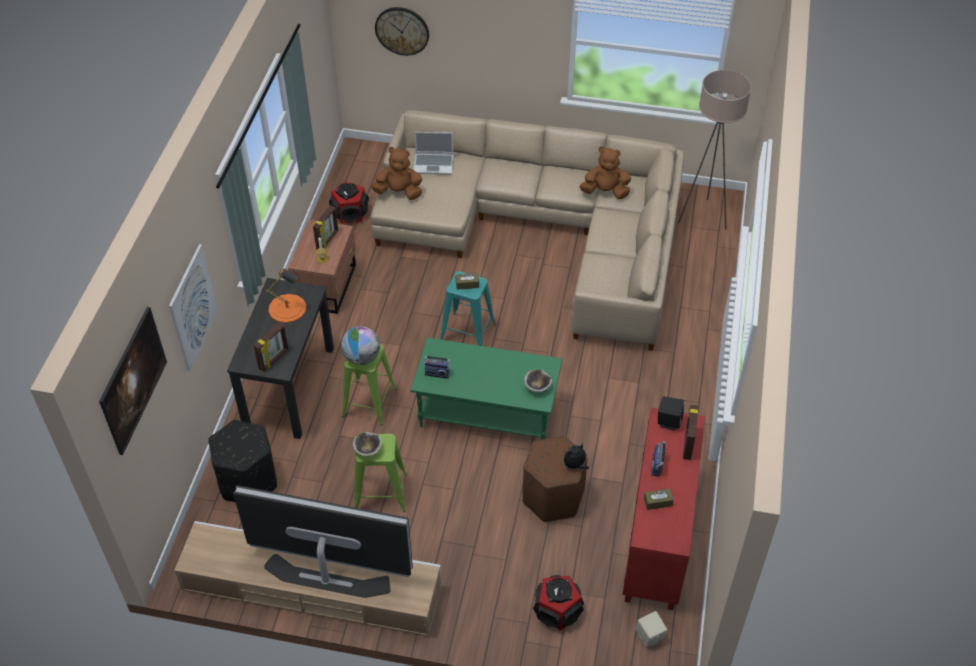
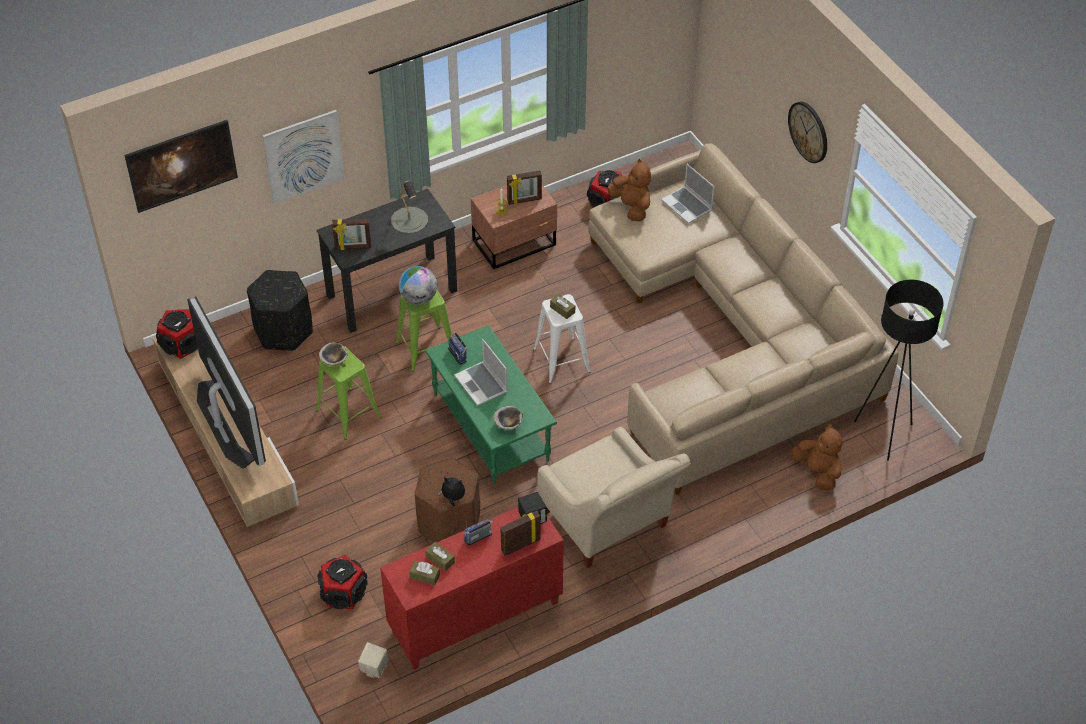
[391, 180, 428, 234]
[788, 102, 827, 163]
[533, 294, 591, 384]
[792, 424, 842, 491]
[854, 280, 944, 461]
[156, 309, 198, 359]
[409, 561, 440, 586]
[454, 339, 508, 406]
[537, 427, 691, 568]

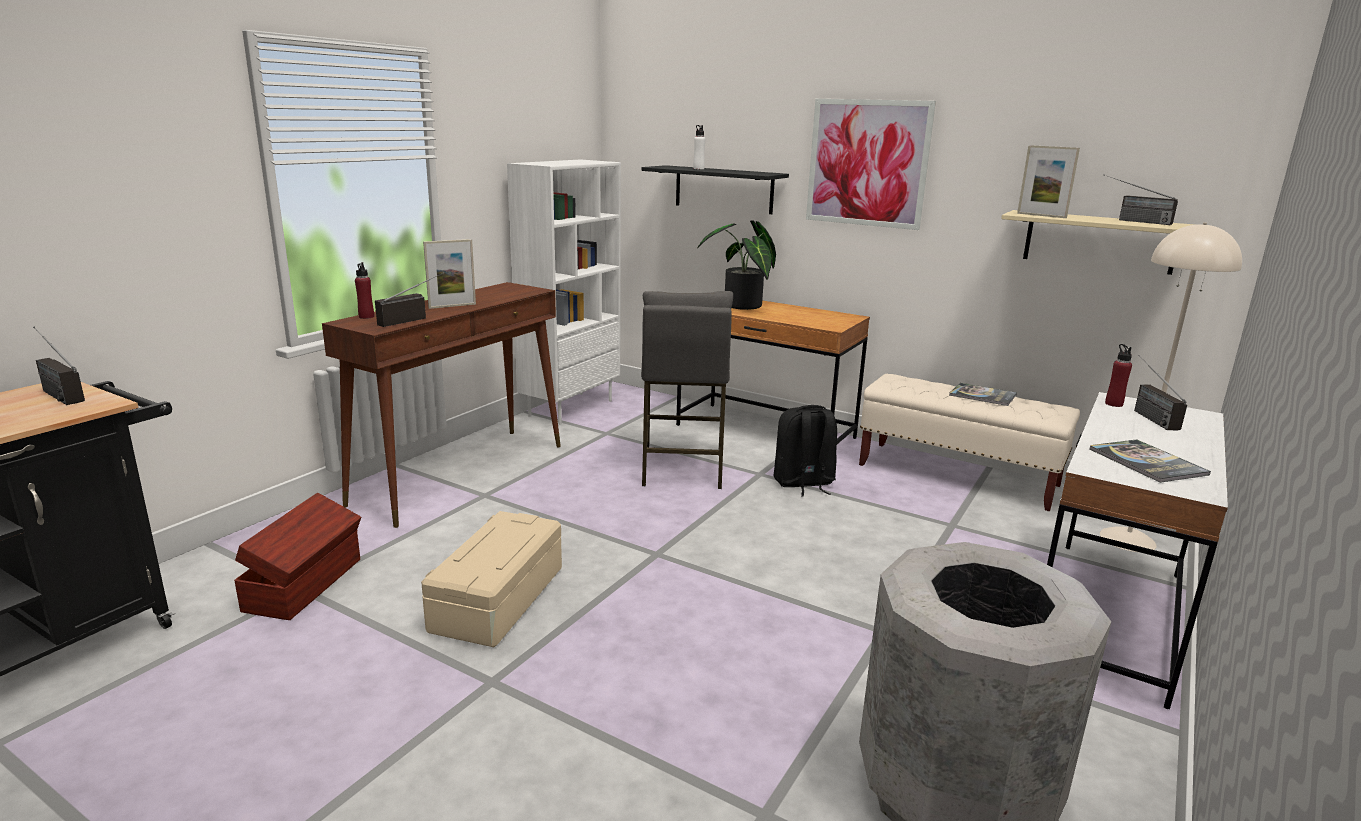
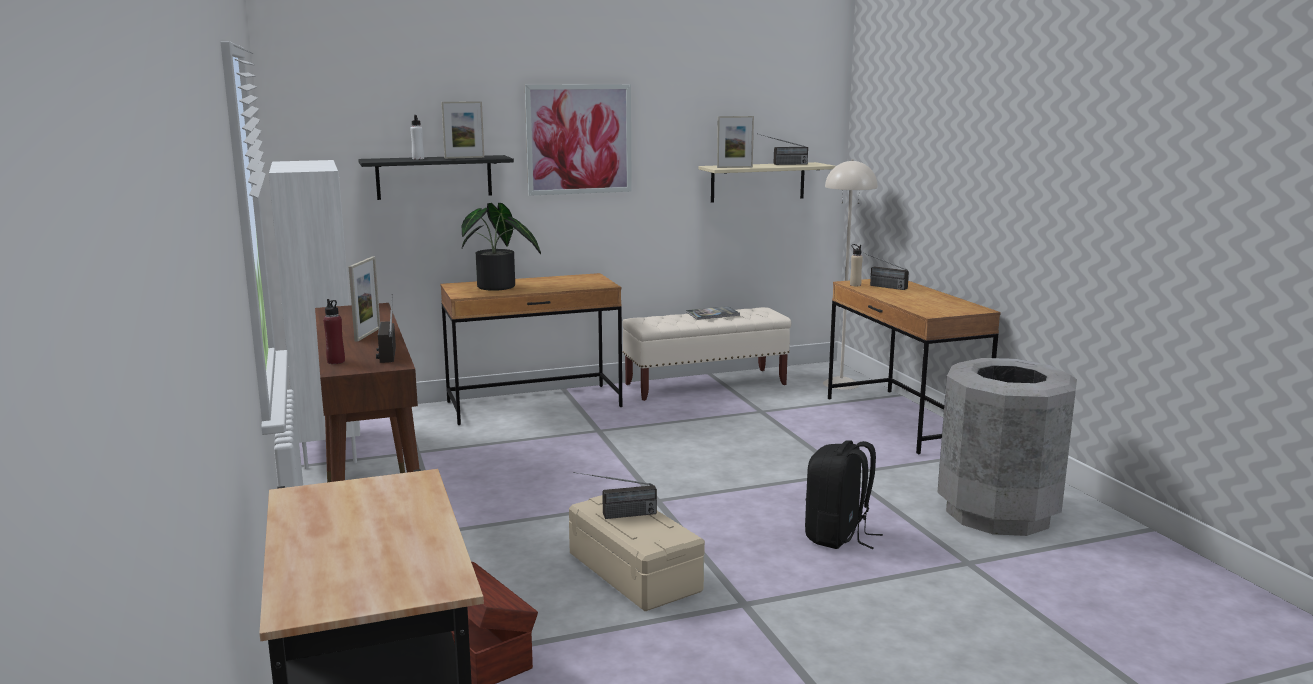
[573, 472, 657, 519]
[641, 291, 733, 489] (first image)
[805, 441, 883, 549]
[828, 279, 1001, 454]
[1090, 439, 1211, 483] (first image)
[850, 244, 863, 286]
[441, 101, 484, 159]

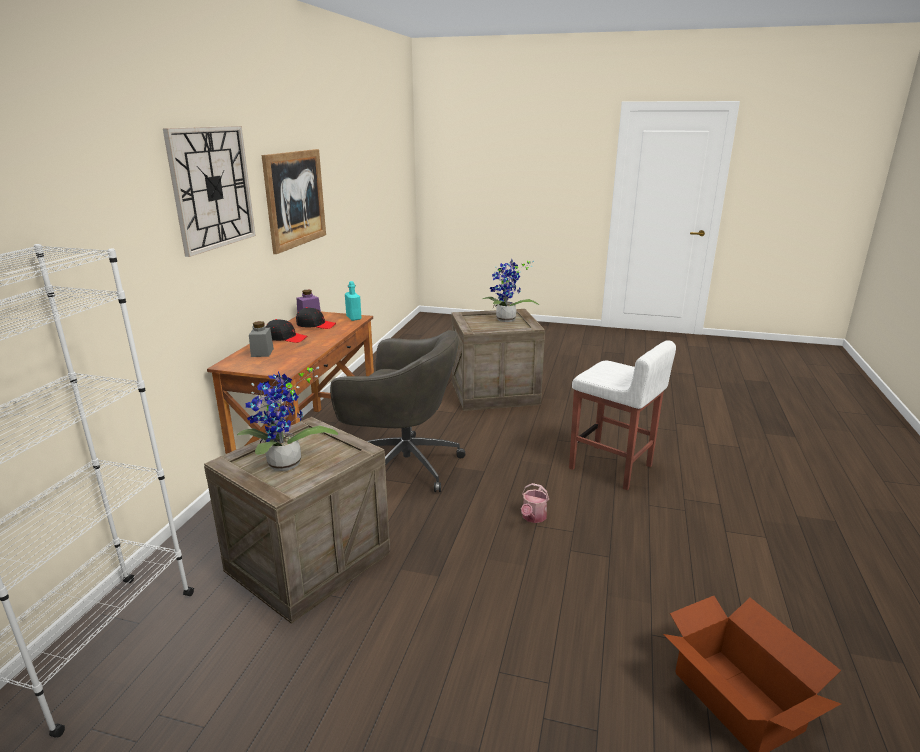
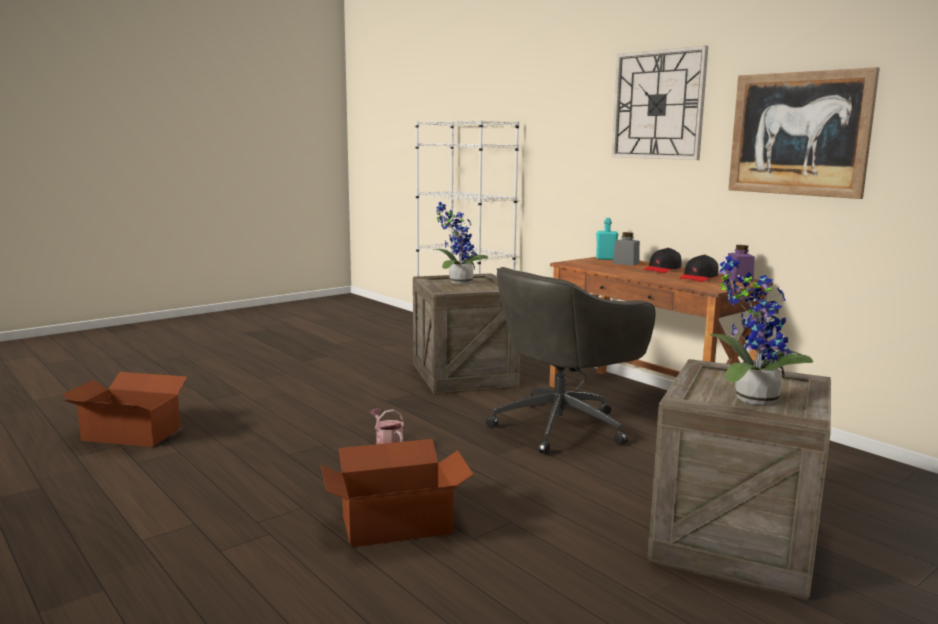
[596, 218, 618, 260]
[321, 439, 474, 547]

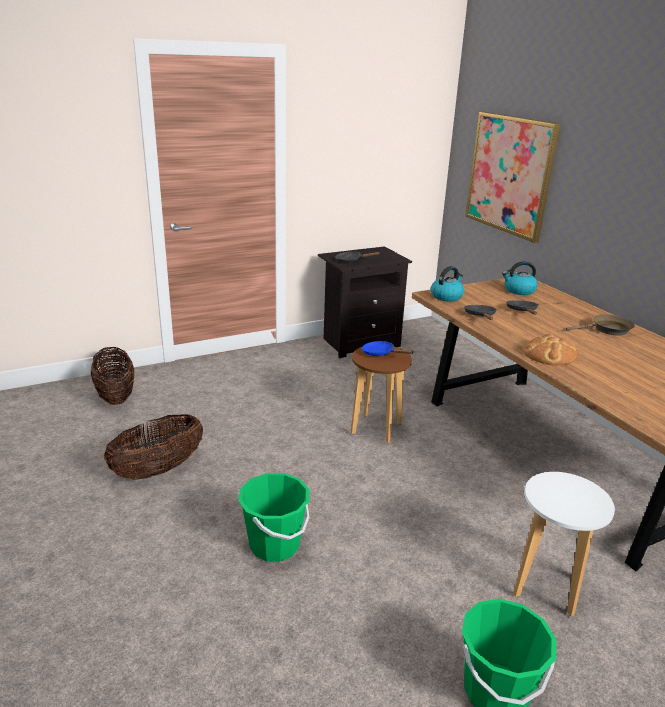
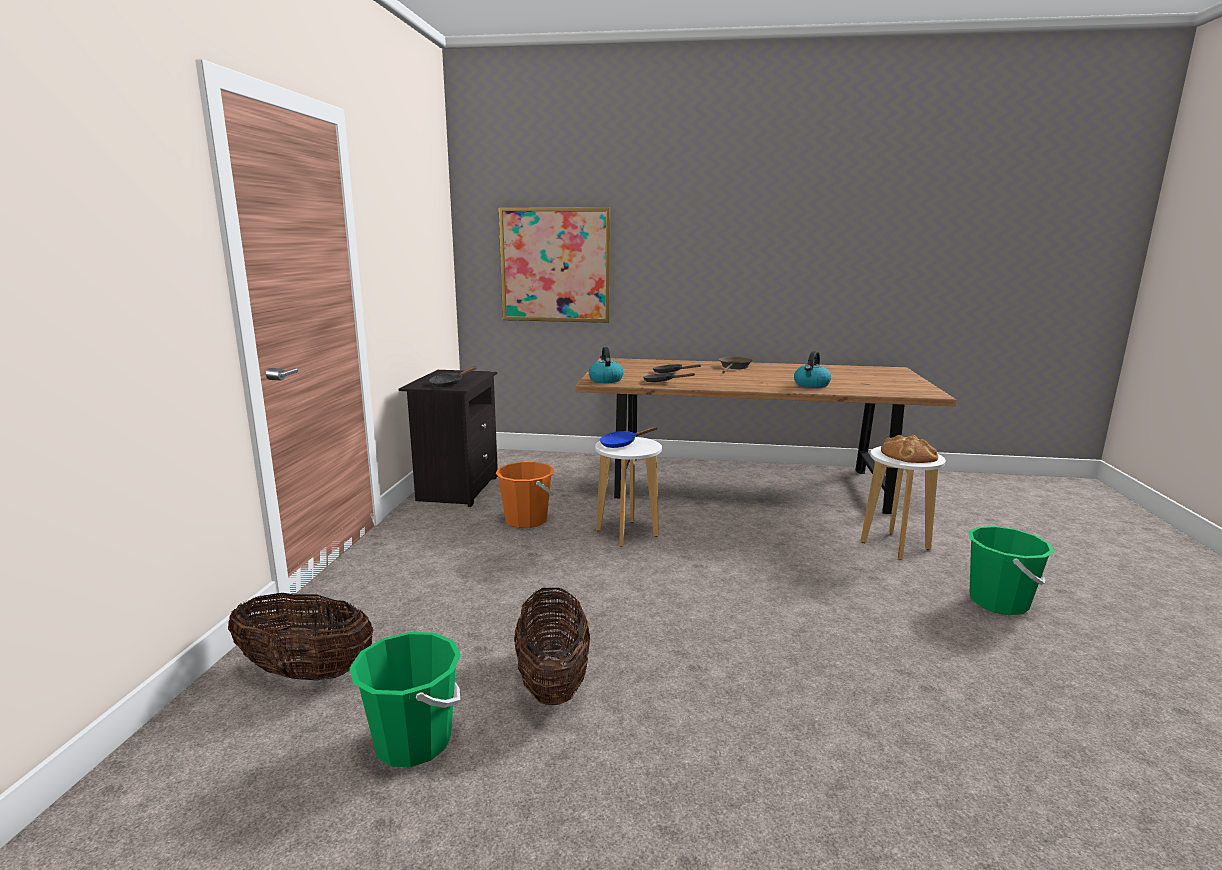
[349, 632, 461, 767]
[595, 437, 662, 547]
[794, 351, 831, 388]
[881, 435, 938, 463]
[495, 462, 554, 528]

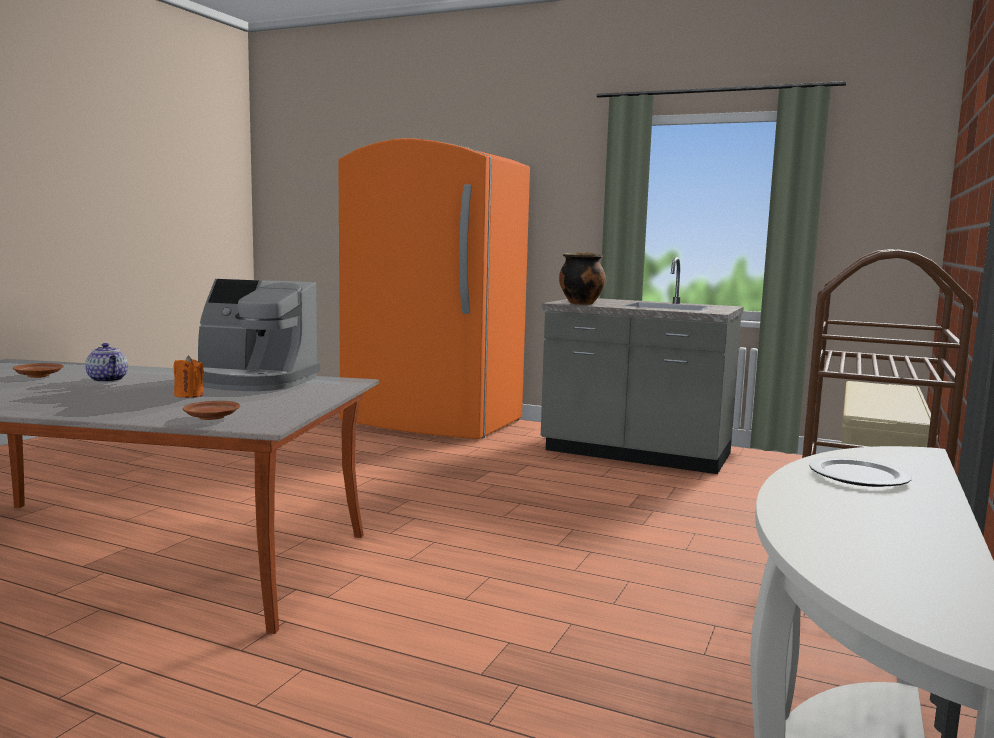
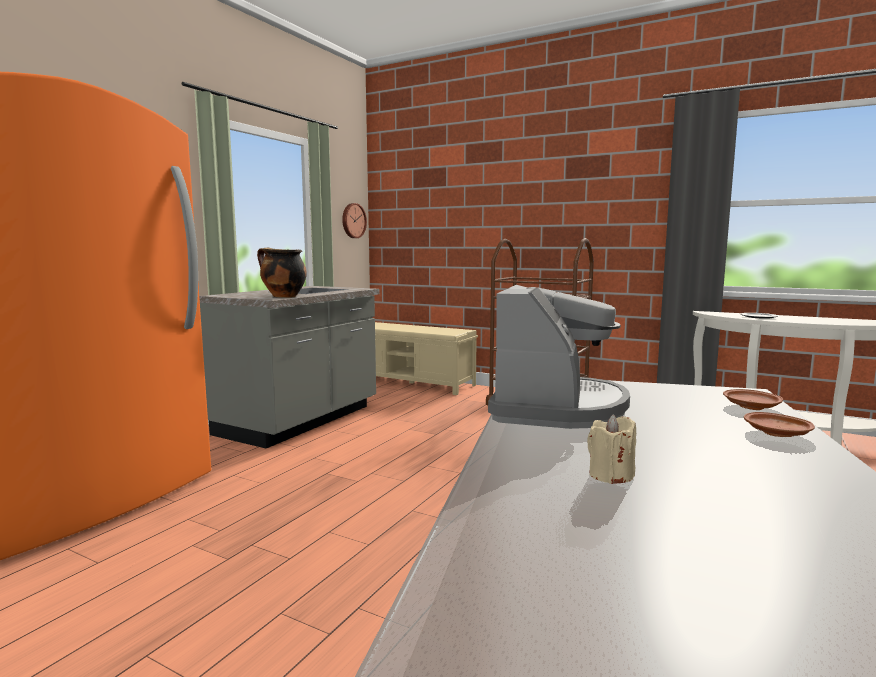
[744, 412, 815, 437]
[587, 414, 636, 484]
[173, 356, 204, 398] (first image)
[342, 203, 367, 238]

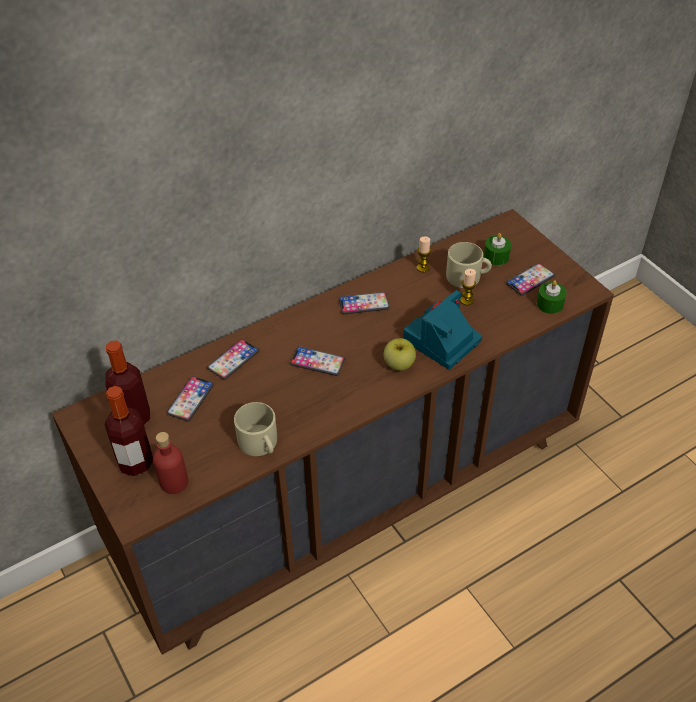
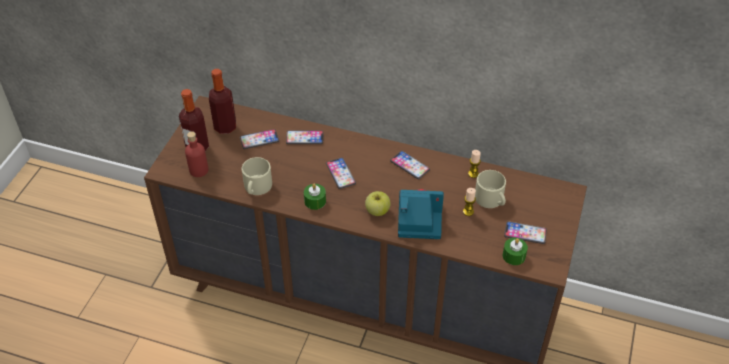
[304, 183, 326, 210]

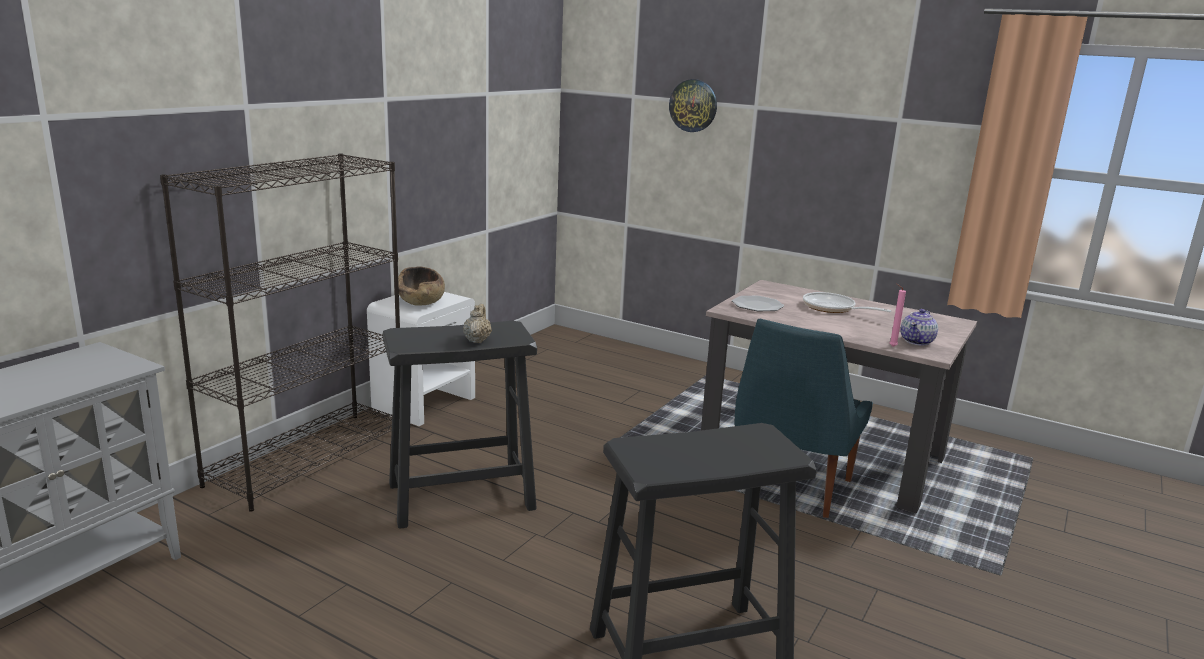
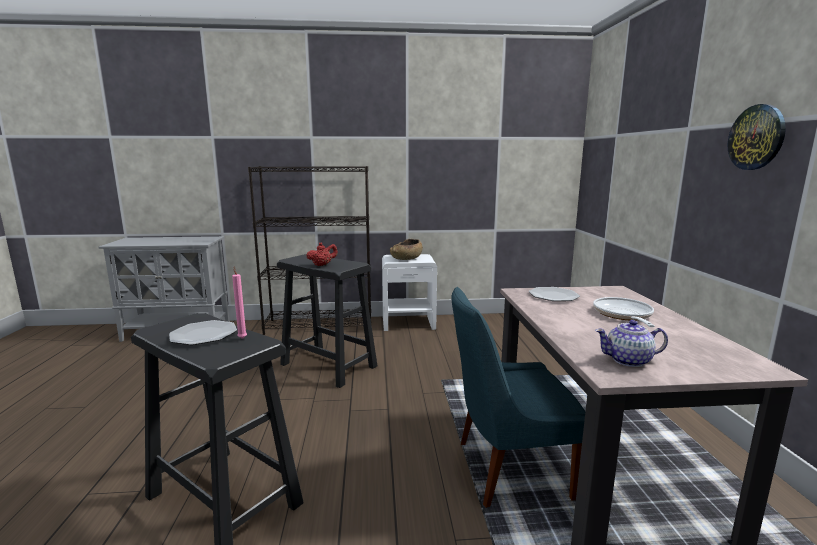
[306, 242, 338, 266]
[727, 104, 786, 170]
[232, 266, 247, 339]
[169, 320, 237, 345]

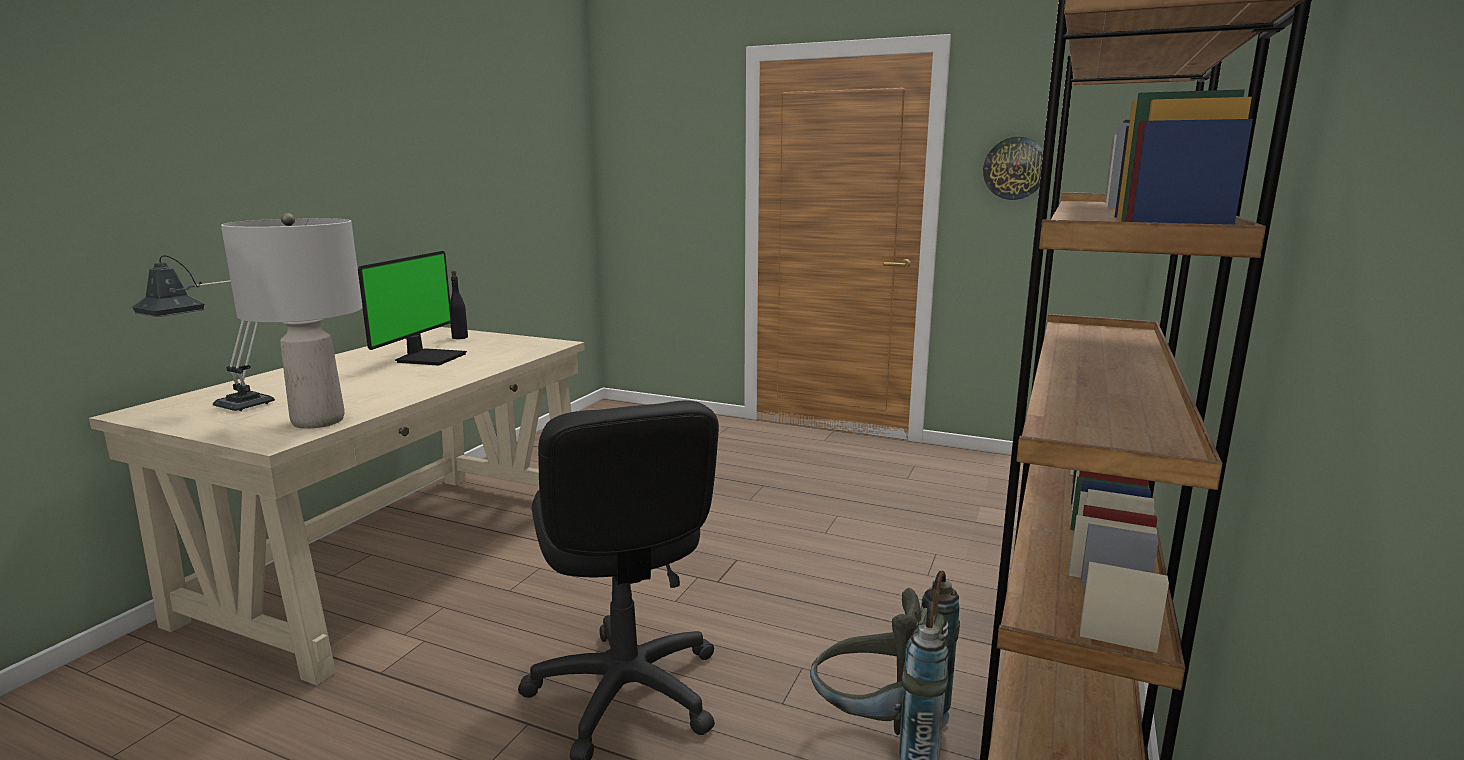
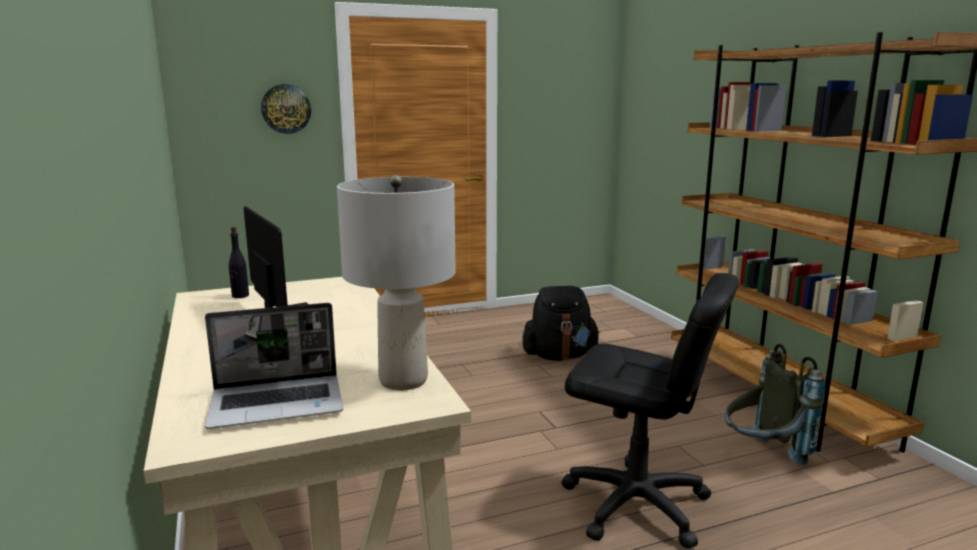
[205, 303, 343, 429]
[261, 84, 311, 134]
[522, 286, 600, 361]

